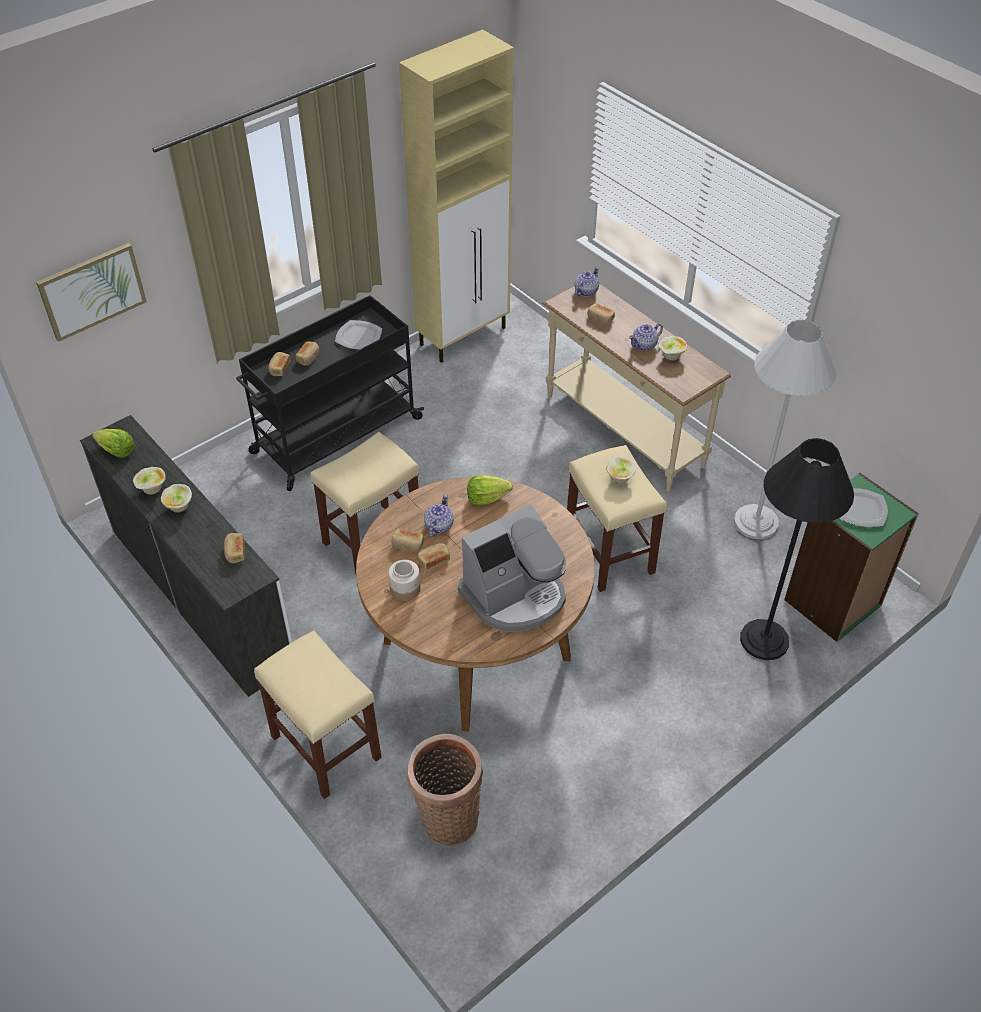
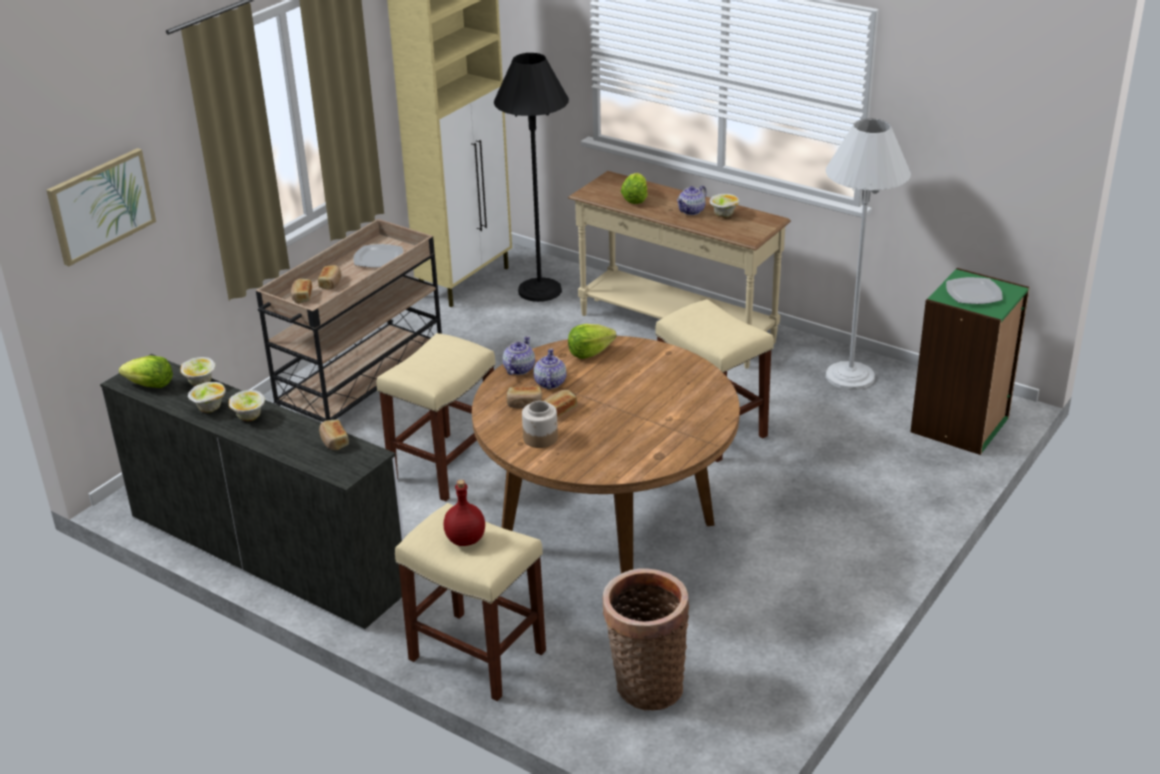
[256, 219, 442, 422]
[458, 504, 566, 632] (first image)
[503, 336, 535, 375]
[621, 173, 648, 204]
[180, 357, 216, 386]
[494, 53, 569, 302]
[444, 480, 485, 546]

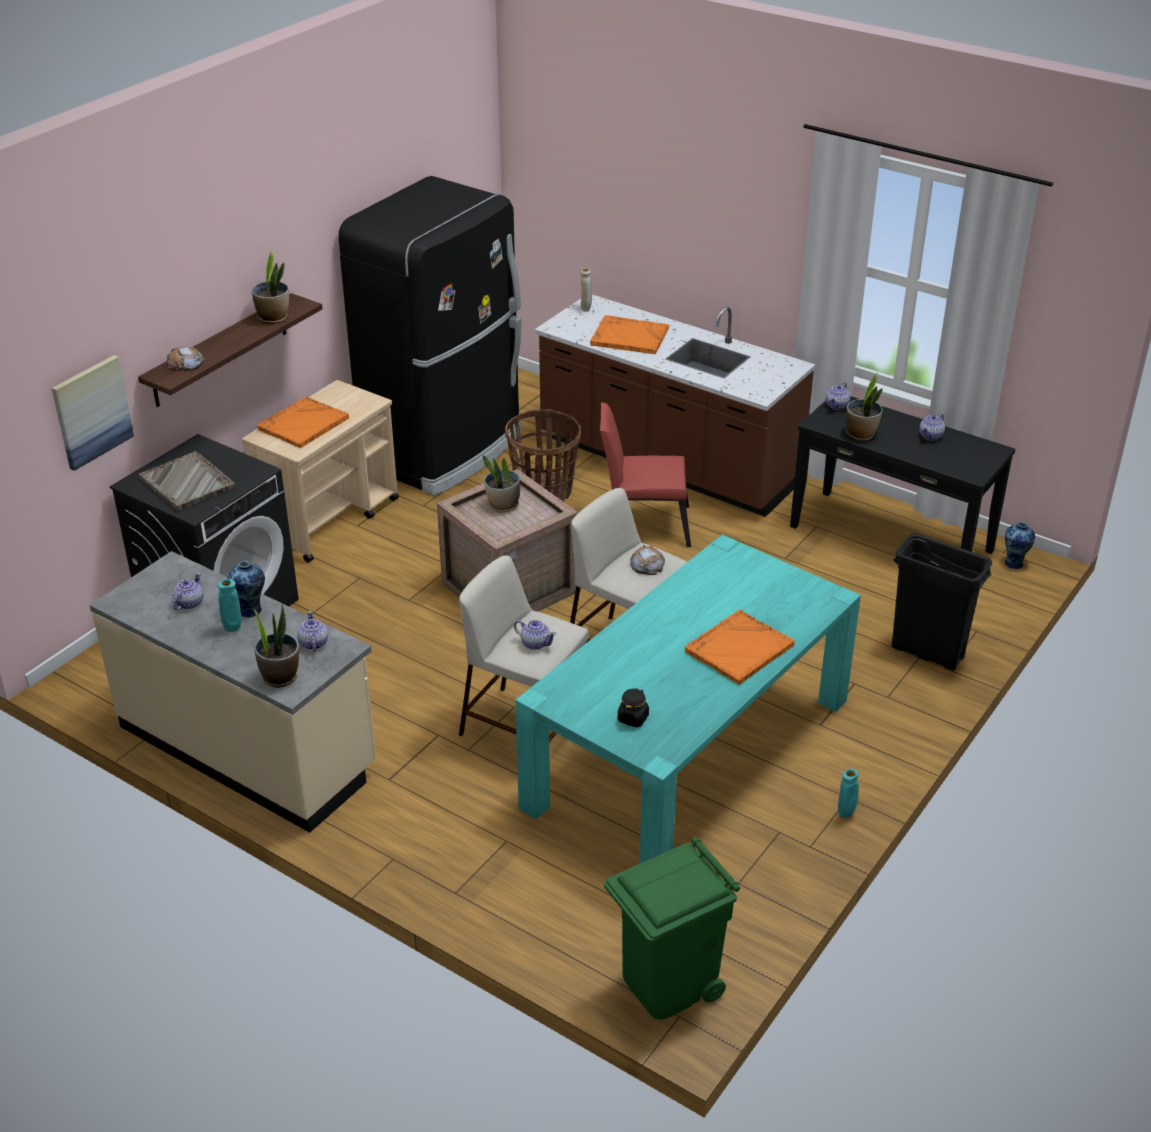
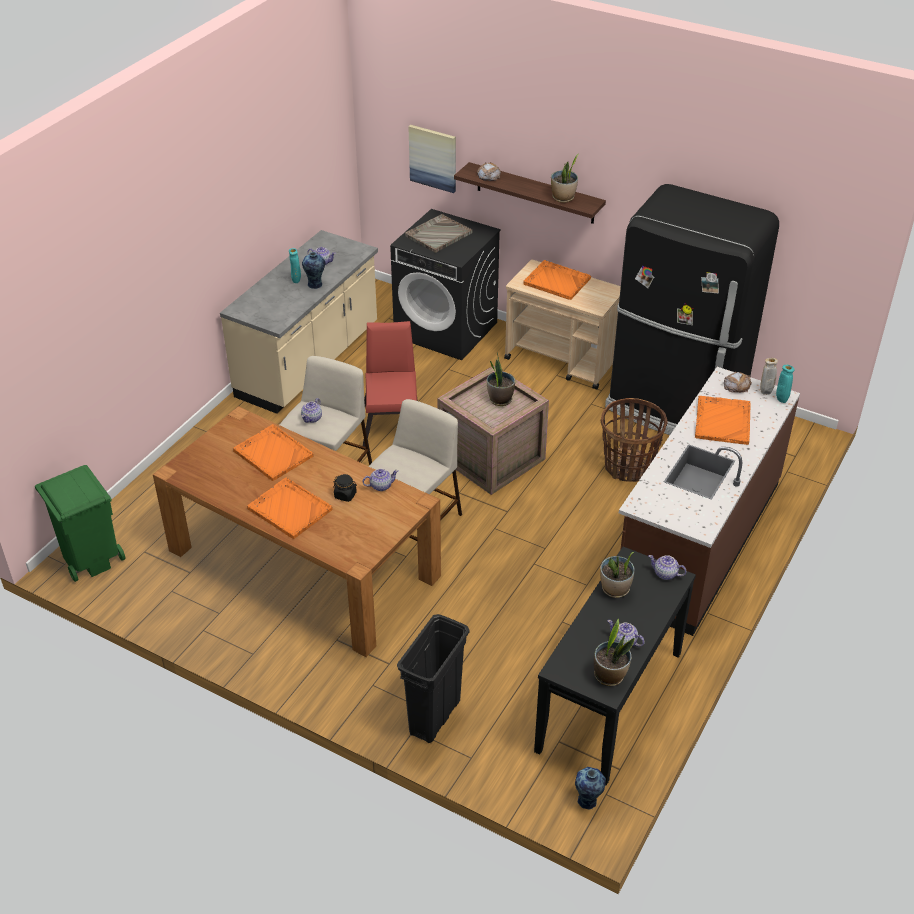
[594, 619, 635, 686]
[363, 469, 398, 491]
[153, 406, 441, 657]
[363, 321, 418, 447]
[333, 474, 357, 502]
[724, 372, 752, 393]
[776, 364, 795, 403]
[233, 424, 313, 481]

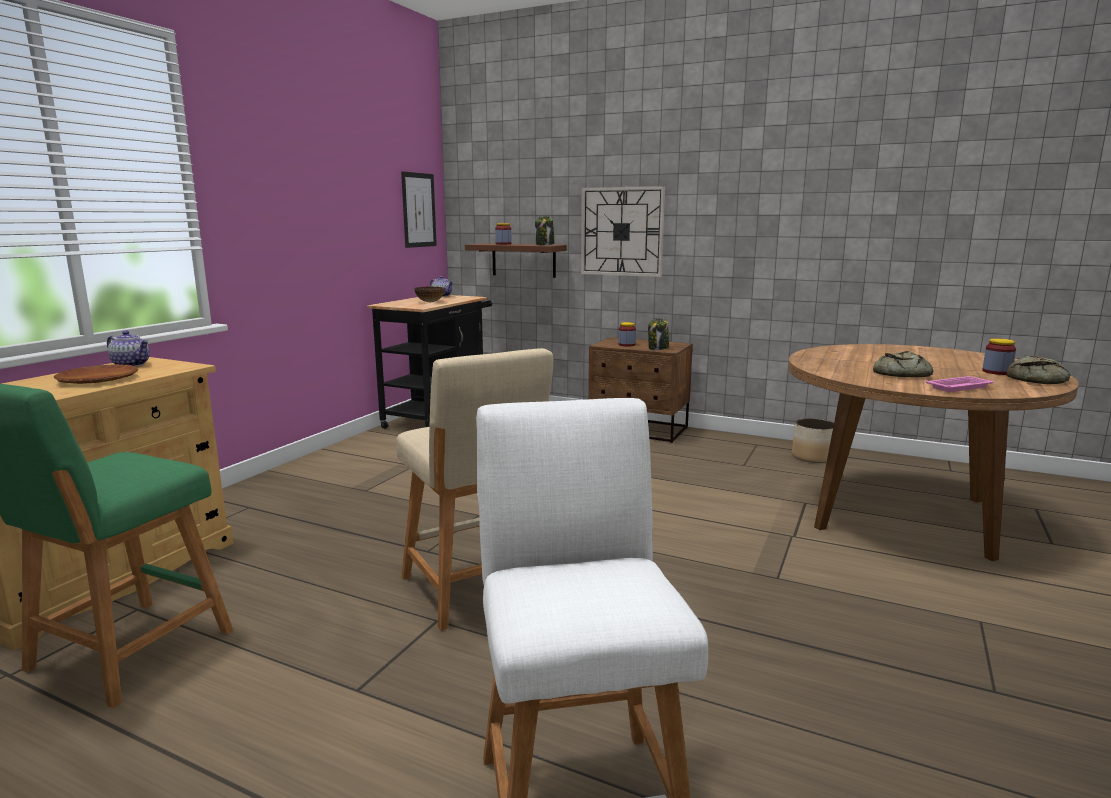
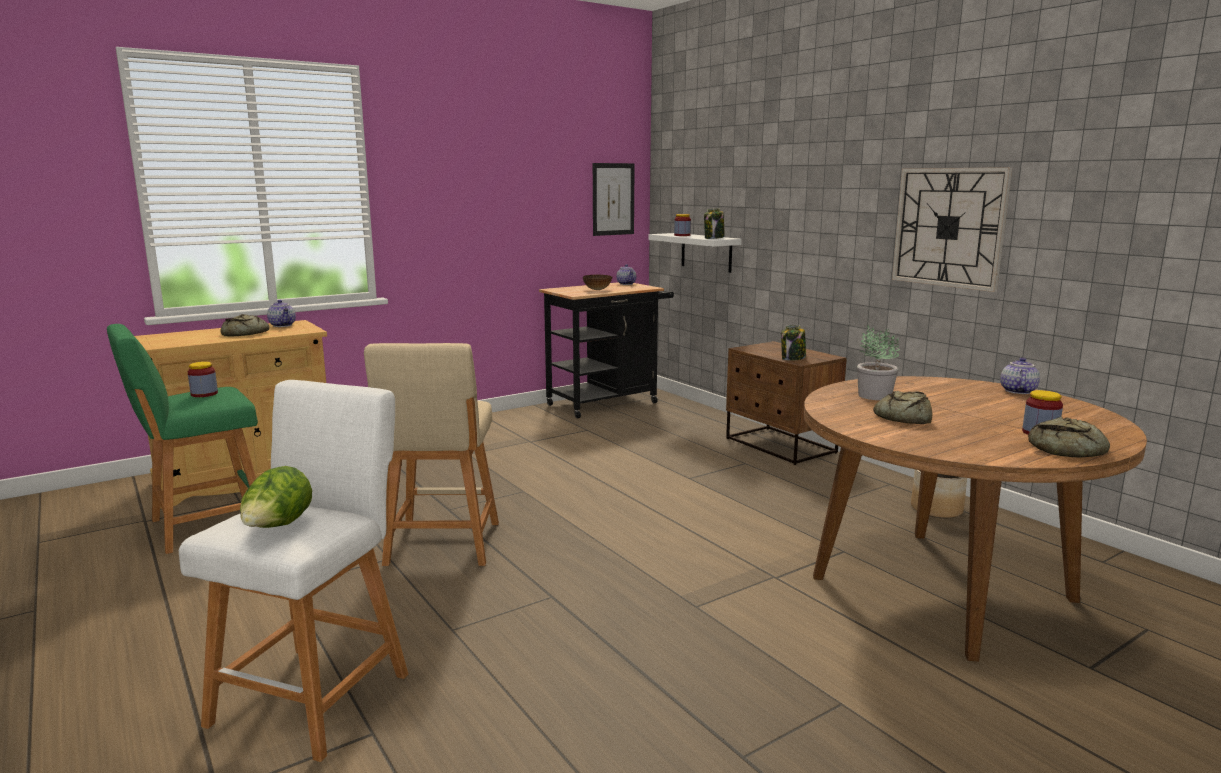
[220, 314, 269, 336]
[648, 233, 741, 273]
[892, 167, 1012, 292]
[188, 362, 218, 397]
[926, 376, 994, 392] (first image)
[240, 466, 312, 528]
[857, 326, 900, 400]
[1000, 358, 1040, 394]

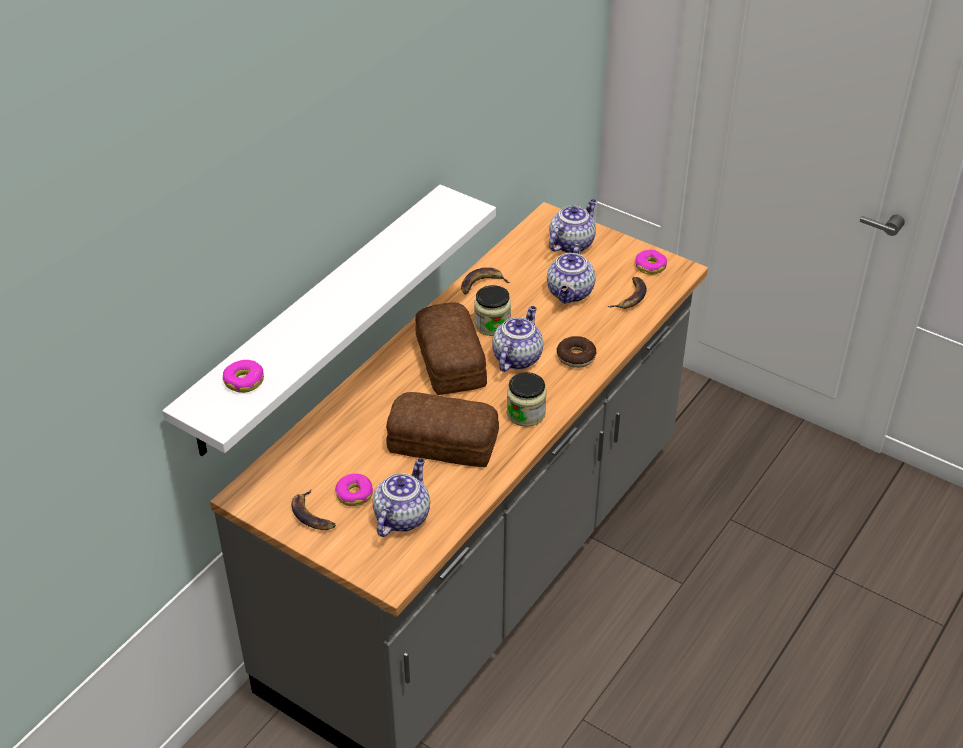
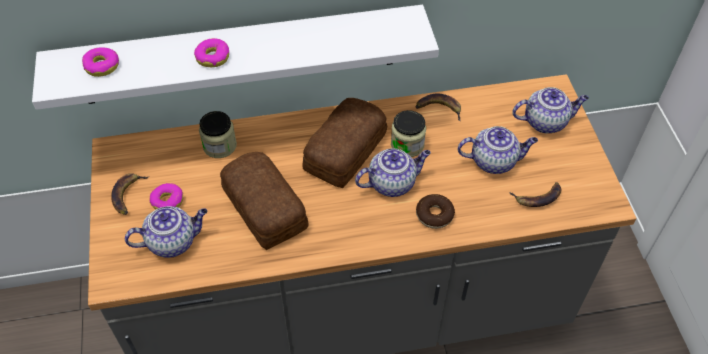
[199, 111, 237, 158]
[458, 126, 538, 174]
[194, 38, 229, 67]

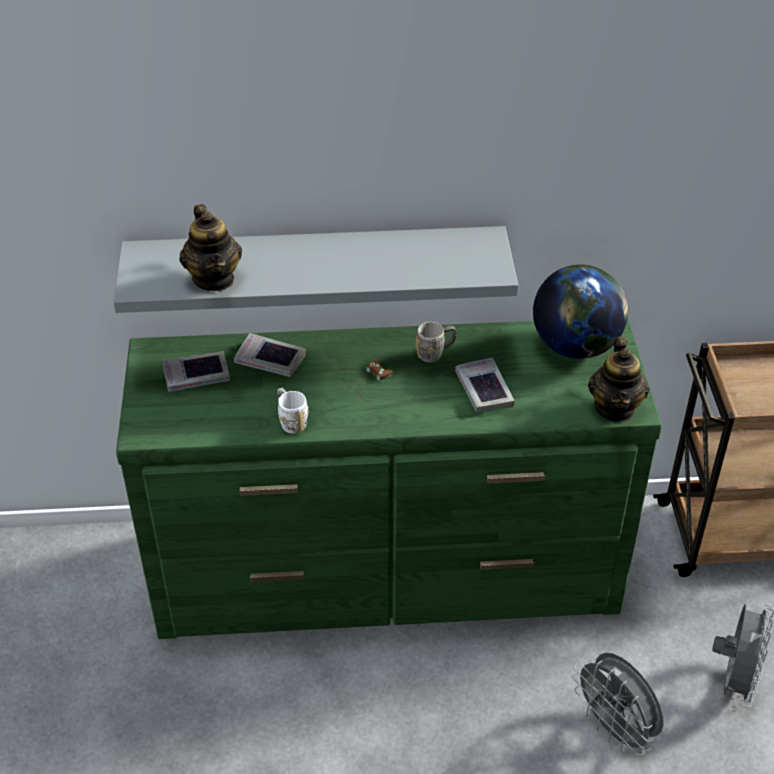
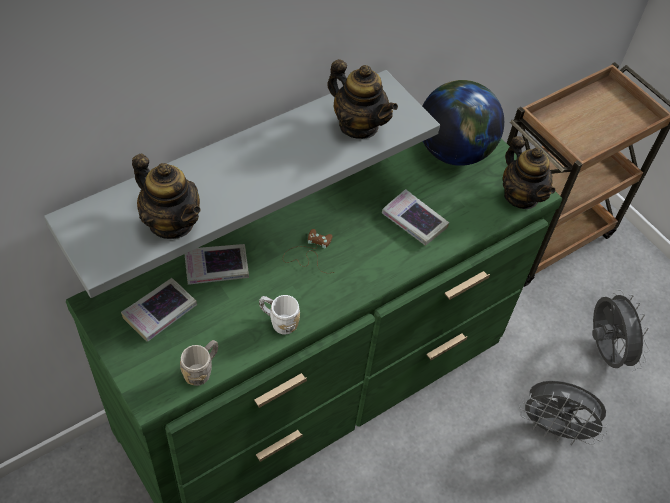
[180, 340, 218, 386]
[327, 59, 398, 139]

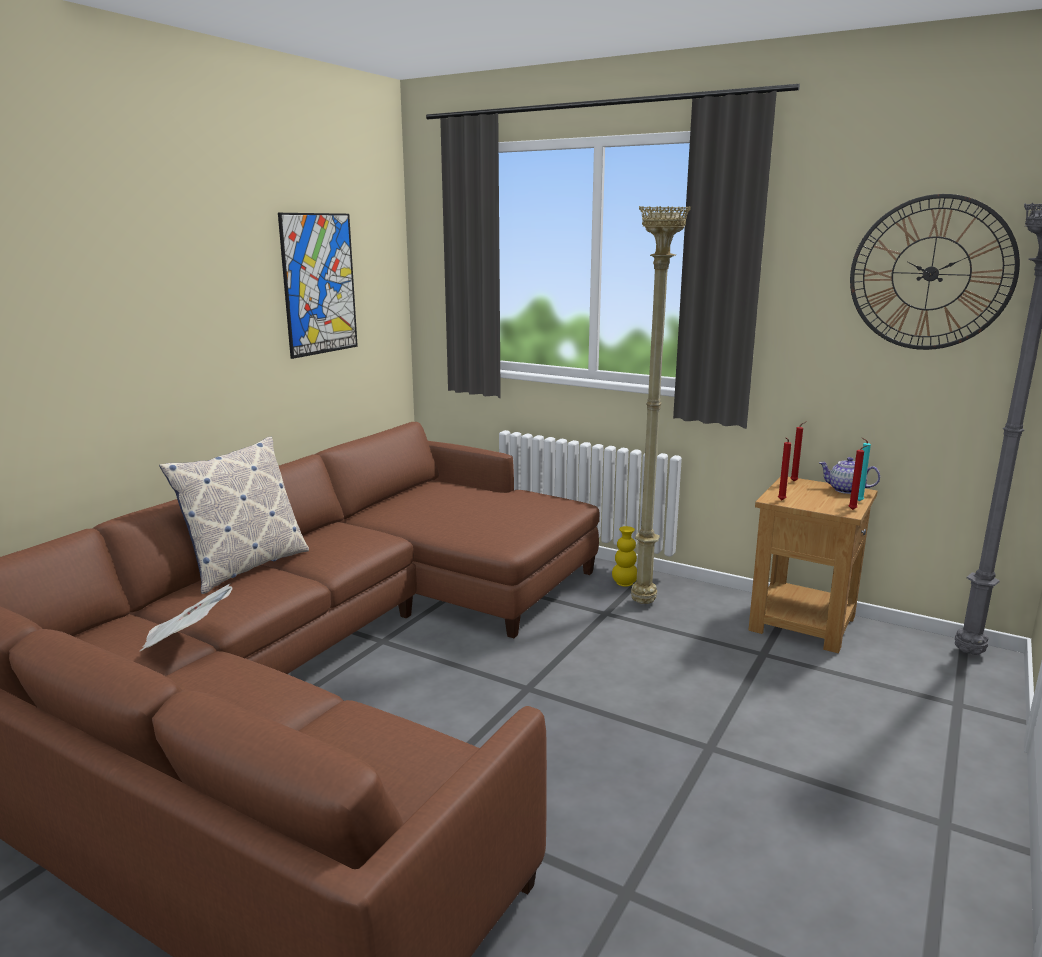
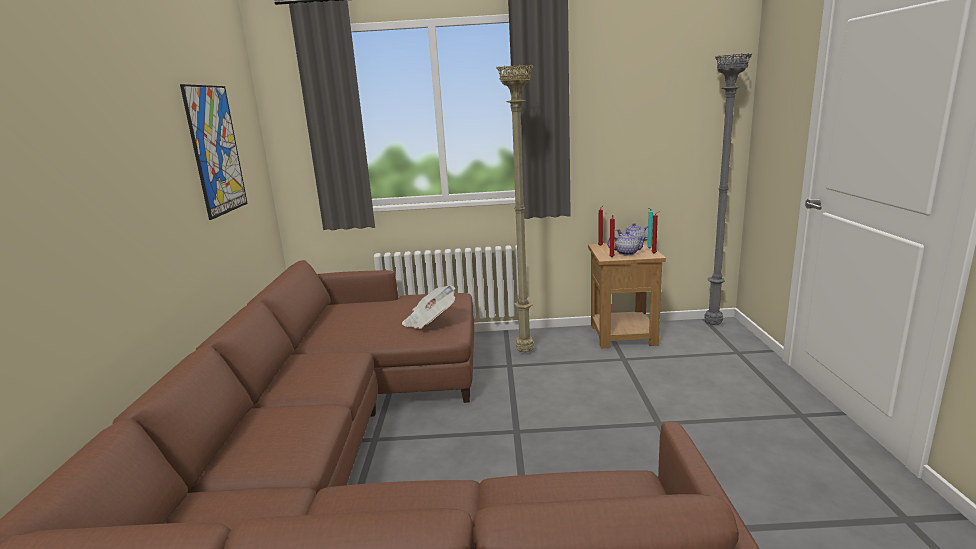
[402, 285, 455, 329]
[159, 437, 309, 594] (first image)
[612, 526, 637, 587] (first image)
[850, 194, 1020, 350] (first image)
[607, 231, 647, 256]

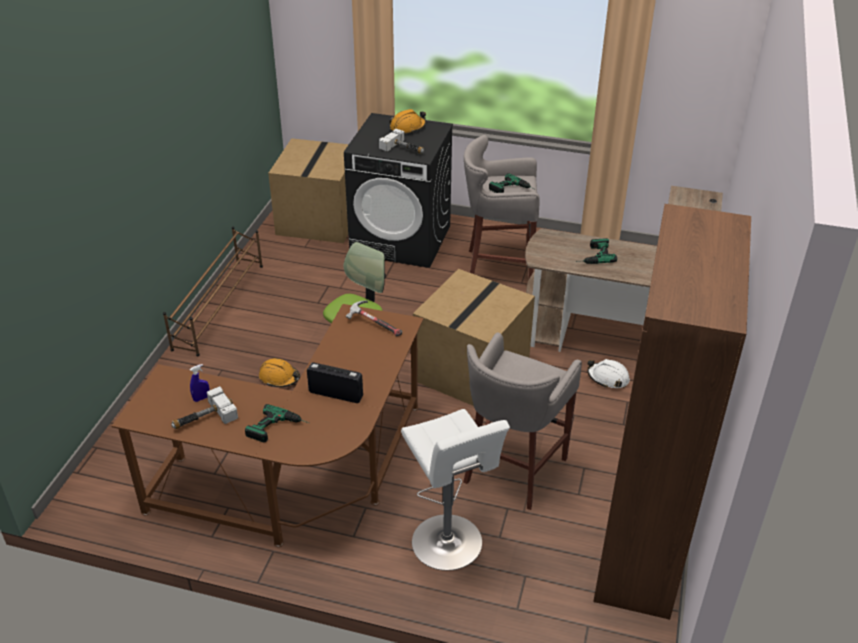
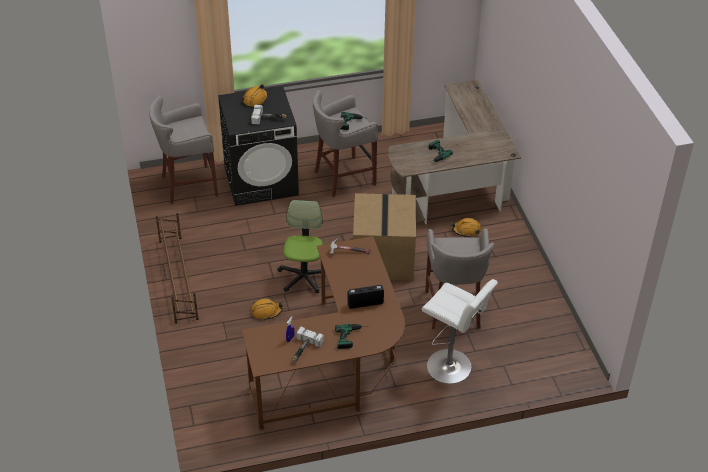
[149, 95, 218, 204]
[451, 218, 481, 237]
[593, 204, 751, 620] (first image)

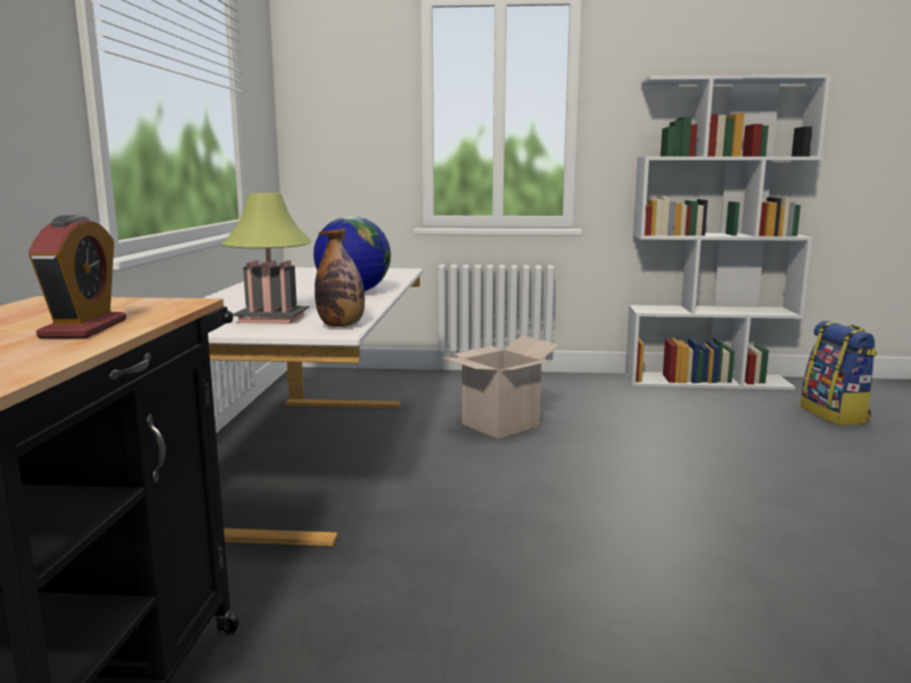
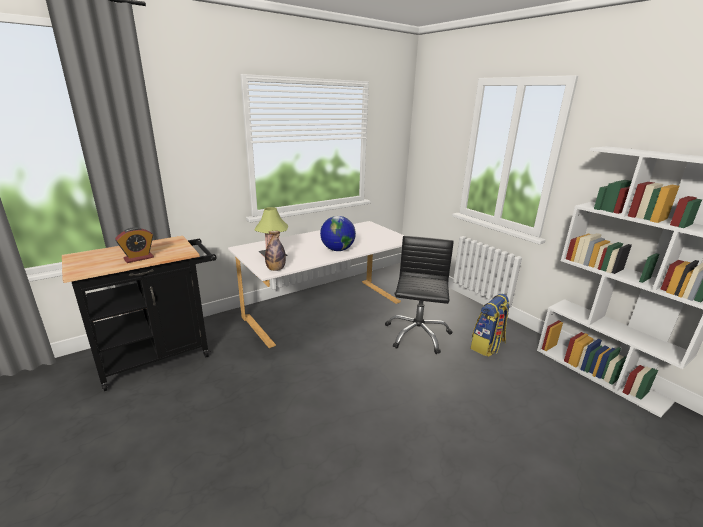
[385, 236, 454, 354]
[470, 294, 510, 357]

